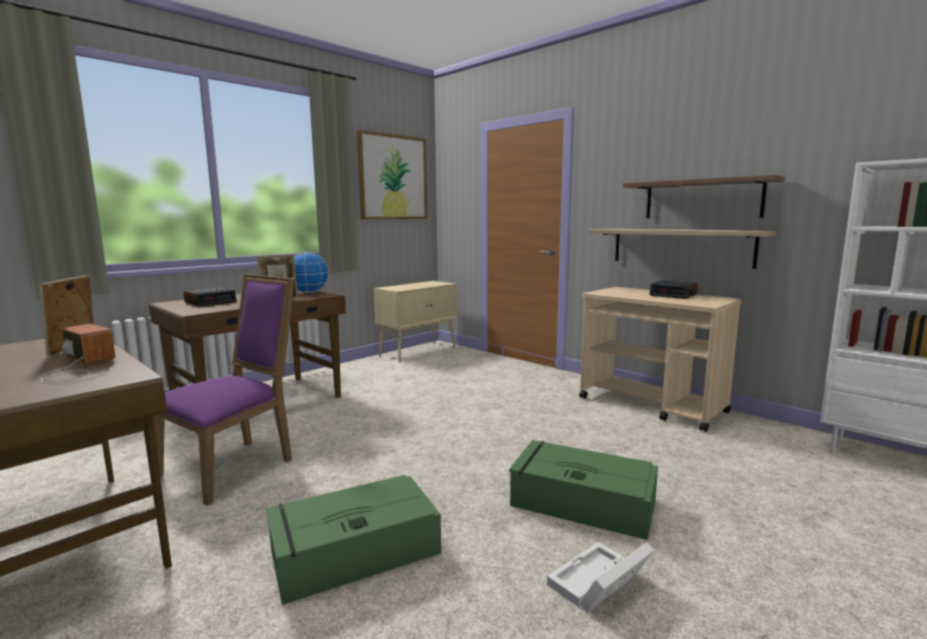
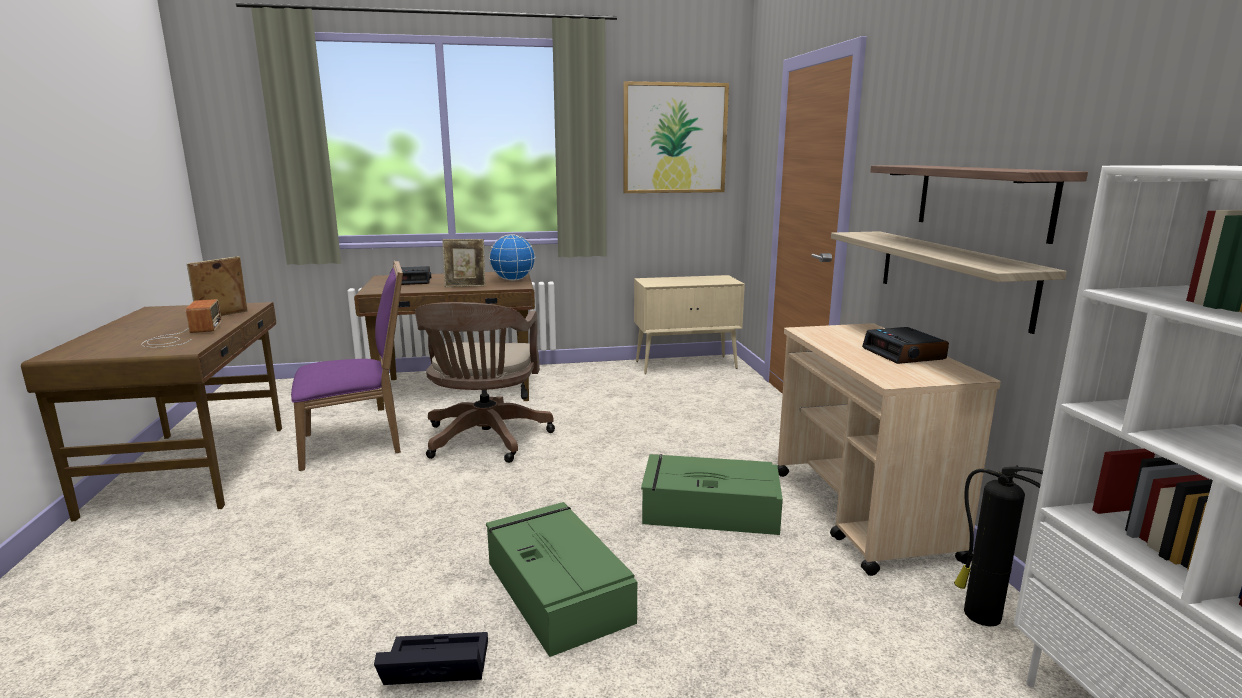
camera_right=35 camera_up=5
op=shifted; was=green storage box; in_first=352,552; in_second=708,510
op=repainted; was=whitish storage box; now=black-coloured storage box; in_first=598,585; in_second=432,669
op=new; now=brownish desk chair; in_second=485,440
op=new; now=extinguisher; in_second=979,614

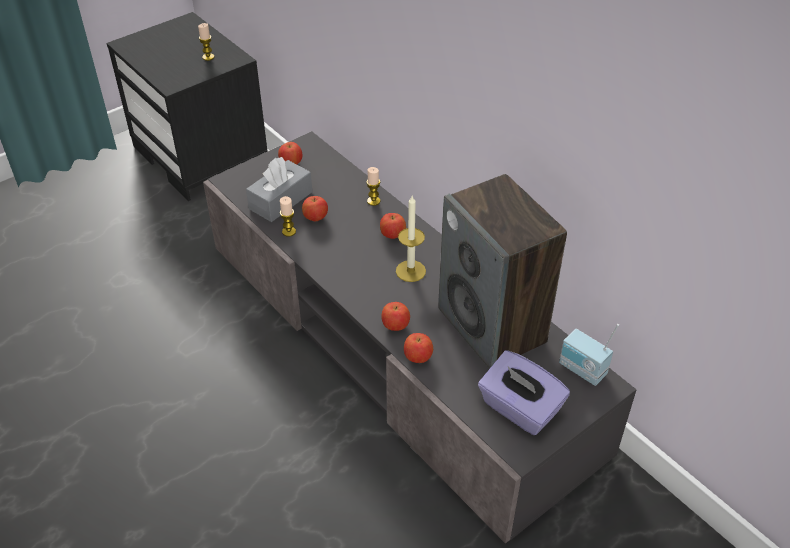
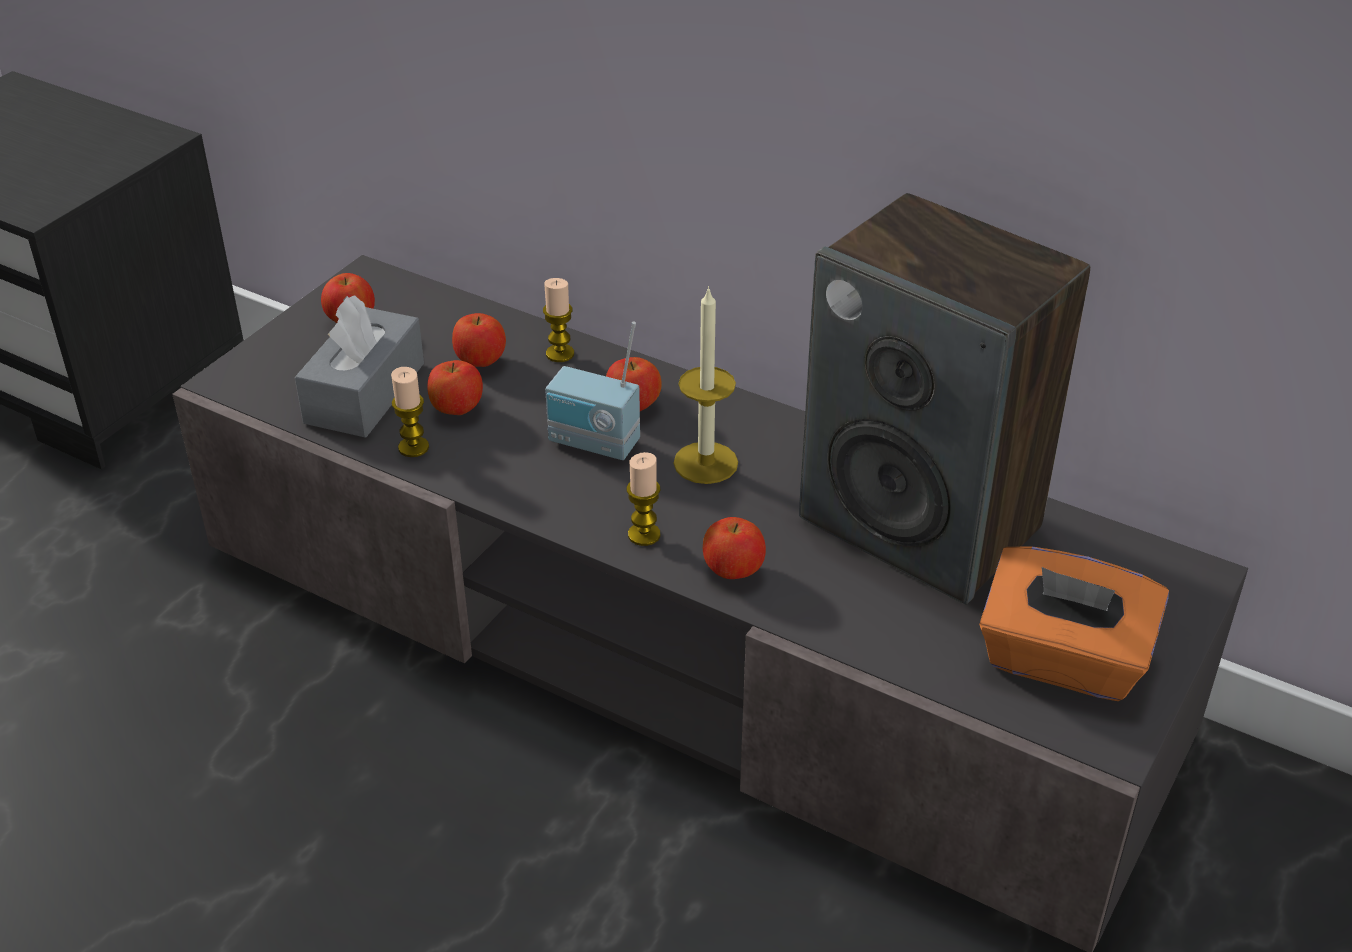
camera_right=-20 camera_up=-5
op=shifted; was=wax light; in_first=208,57; in_second=644,535
op=shifted; was=radio; in_first=581,370; in_second=593,444
op=shifted; was=apple fruit; in_first=418,358; in_second=481,362
op=repainted; was=purplish tissue holder; now=orangey tissue holder; in_first=519,409; in_second=1062,661

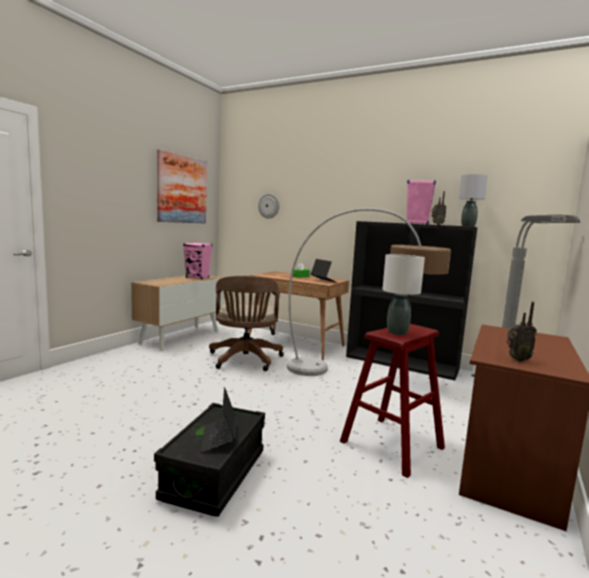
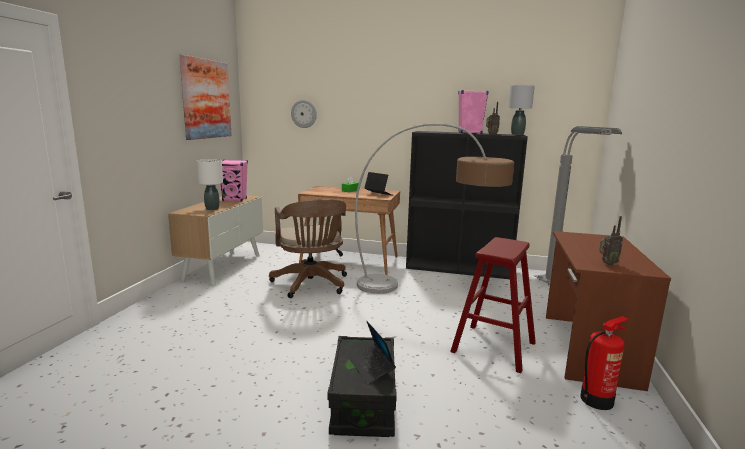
camera_right=-15 camera_up=5
op=shifted; was=whitish lamp for a table; in_first=397,332; in_second=212,209
op=new; now=extinguisher; in_second=597,400

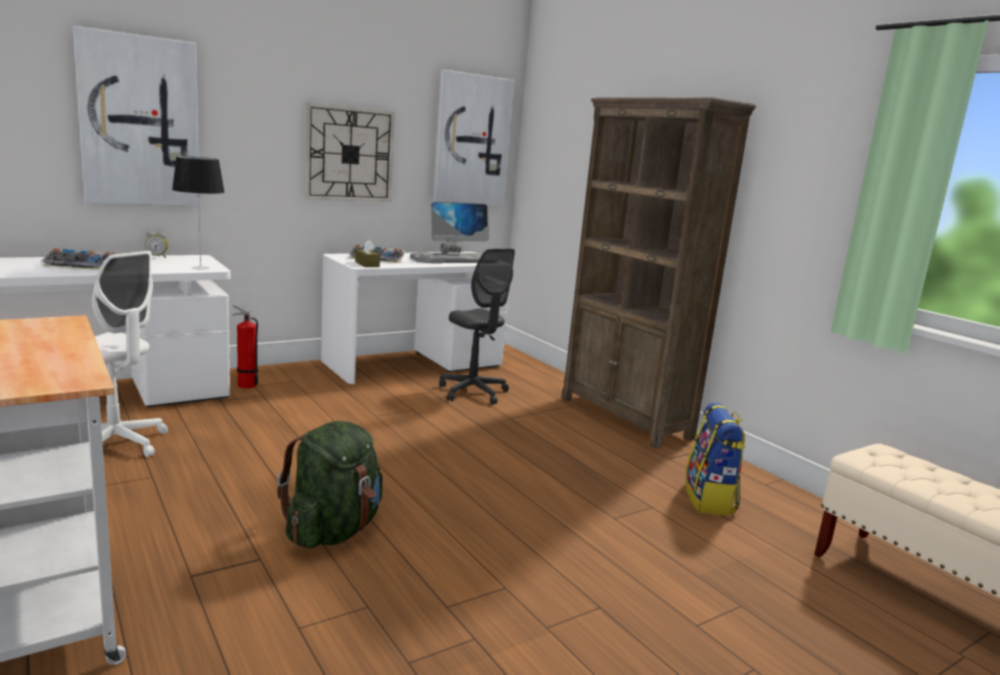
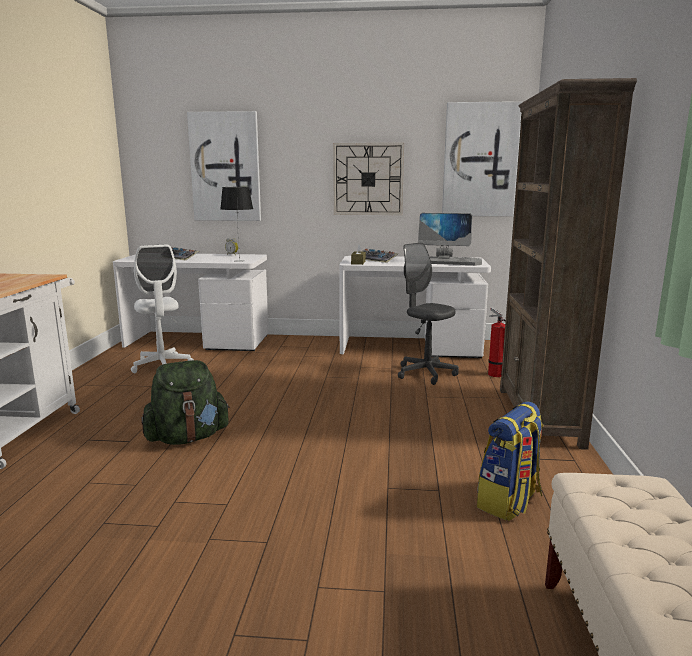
camera_right=40 camera_up=0
op=rotated; was=greyish desk chair; in_first=473,392; in_second=425,373; clockwise=135
op=shifted; was=extinguisher; in_first=245,384; in_second=494,374

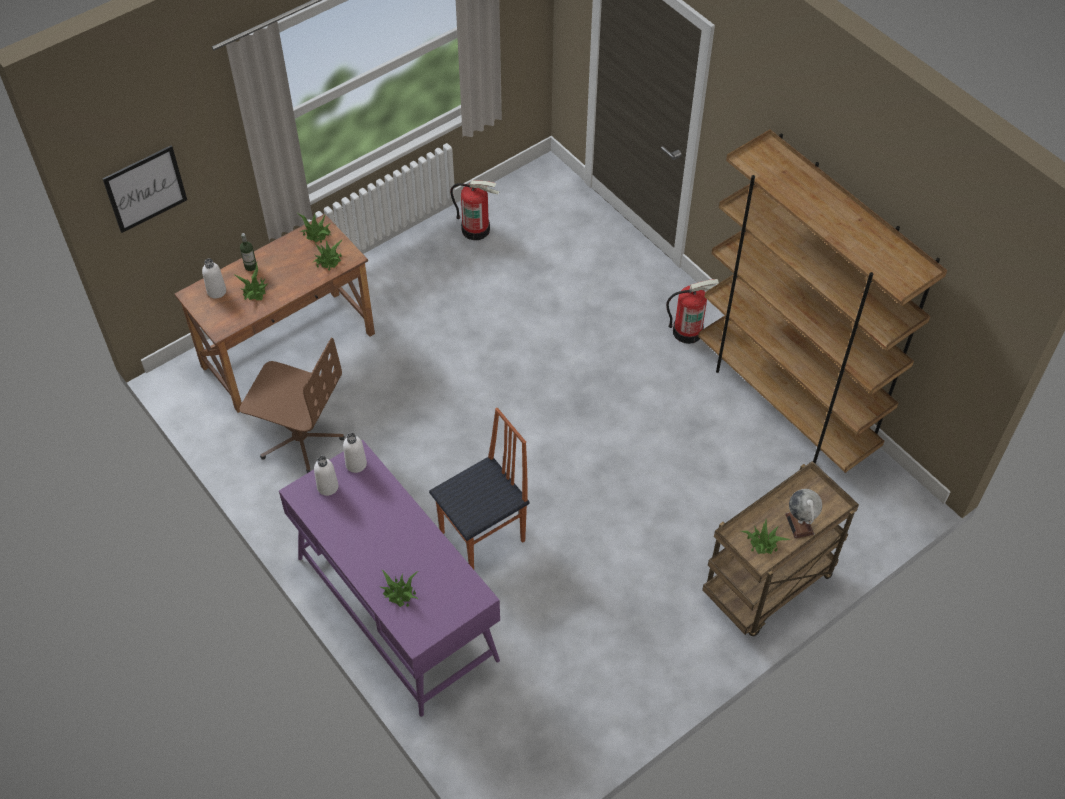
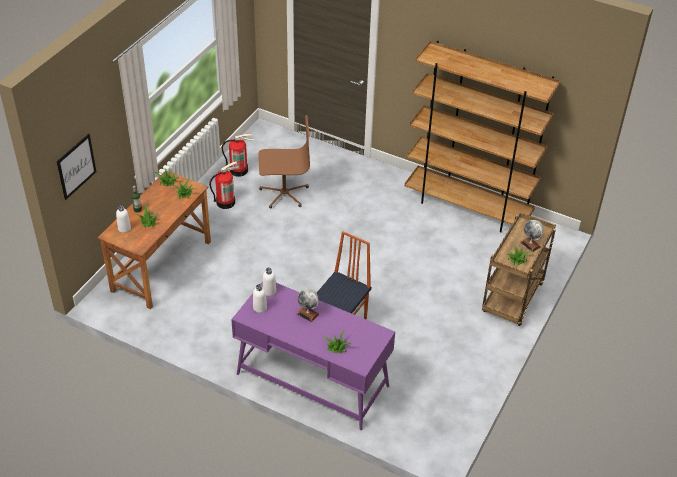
camera_right=-25 camera_up=-10
op=shifted; was=extinguisher; in_first=687,331; in_second=225,202
op=shifted; was=brownish desk chair; in_first=300,437; in_second=284,193
op=new; now=desk globe; in_second=308,314

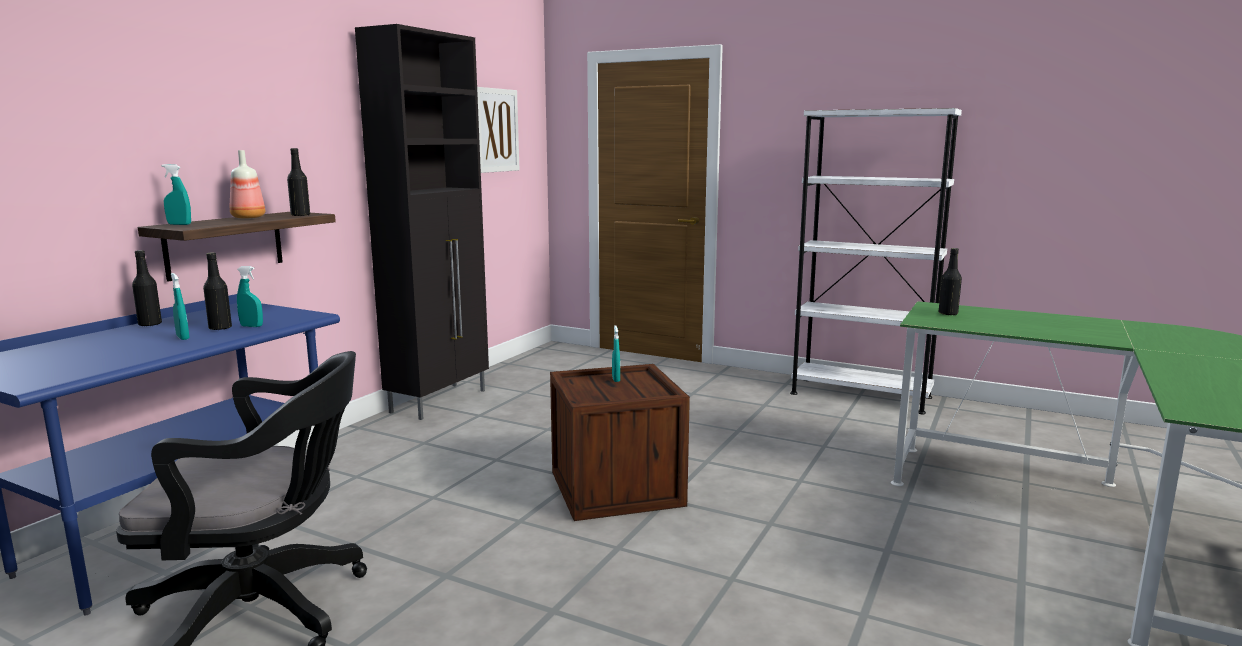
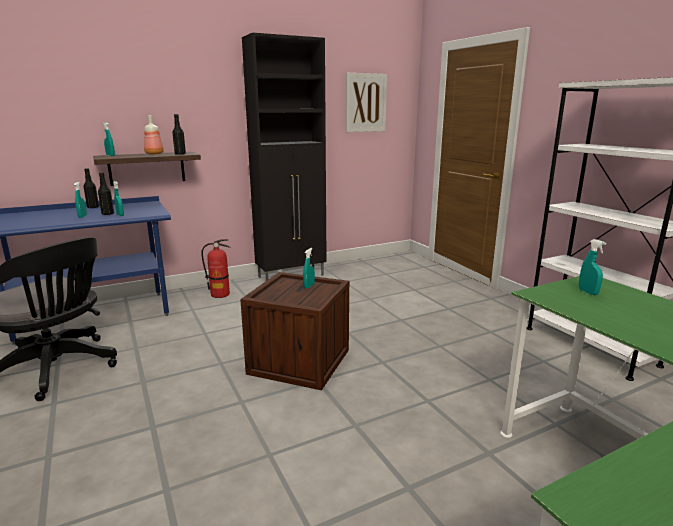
camera_right=35 camera_up=5
op=swapped; was=black-coloured beverage bottle; now=blue-green spray bottle; in_first=948,313; in_second=588,292
op=new; now=extinguisher; in_second=220,294

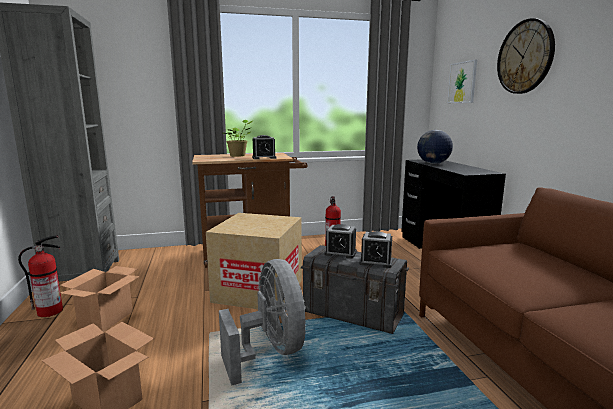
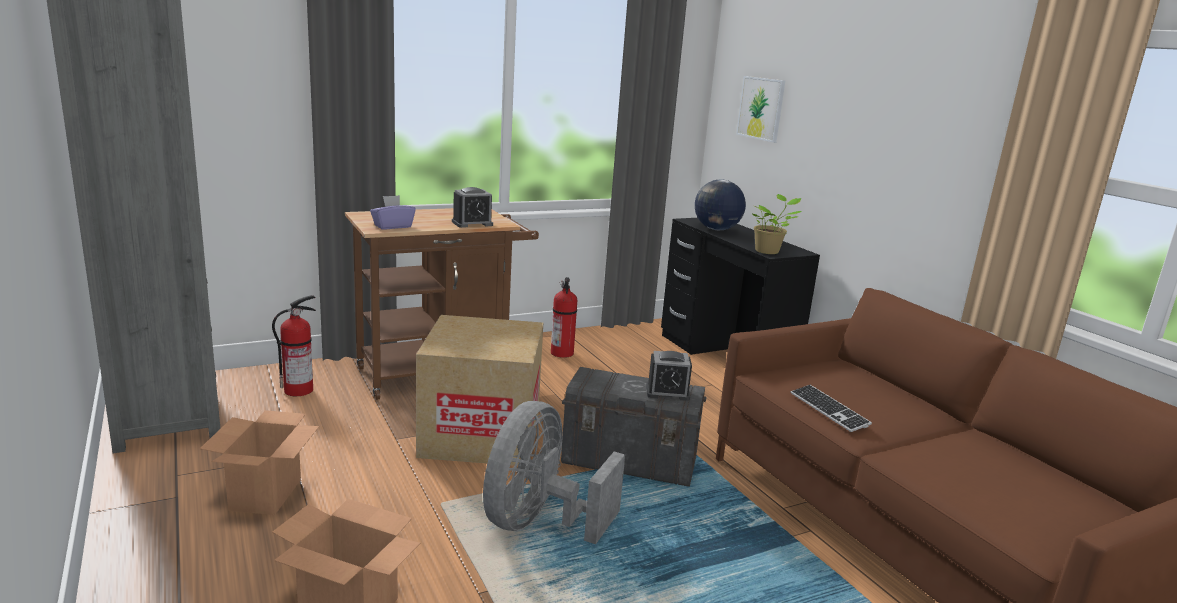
camera_right=-15 camera_up=5
op=gone; was=wall clock; in_first=525,57
op=shifted; was=potted plant; in_first=239,155; in_second=768,251
op=gone; was=bedside clock; in_first=340,253
op=shifted; was=extinguisher; in_first=51,311; in_second=299,390
op=rotated; was=greyish electric fan; in_first=271,351; in_second=539,522; clockwise=-120
op=new; now=purplish tissue holder; in_second=392,226
op=new; now=keyboard; in_second=828,410

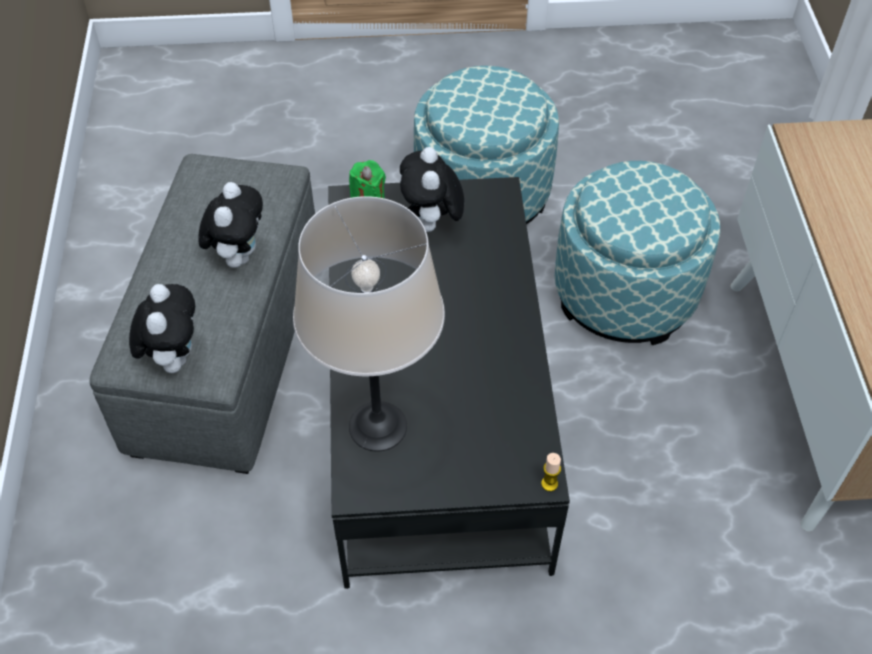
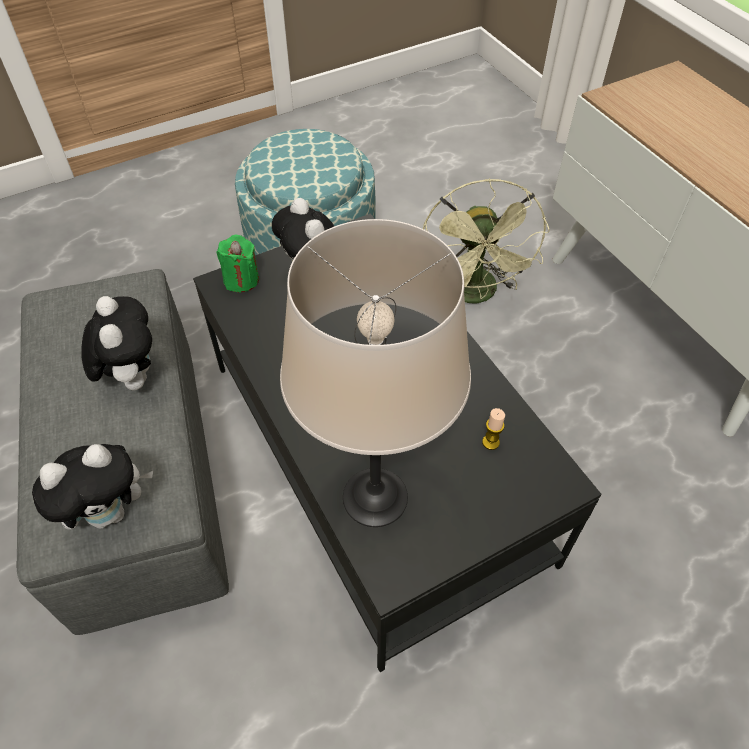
camera_right=-25 camera_up=0
op=swapped; was=footrest; now=green electric fan; in_first=625,292; in_second=475,295
op=rotated; was=soft toy; in_first=173,357; in_second=110,512; clockwise=90
op=shifted; was=wax light; in_first=549,484; in_second=490,442

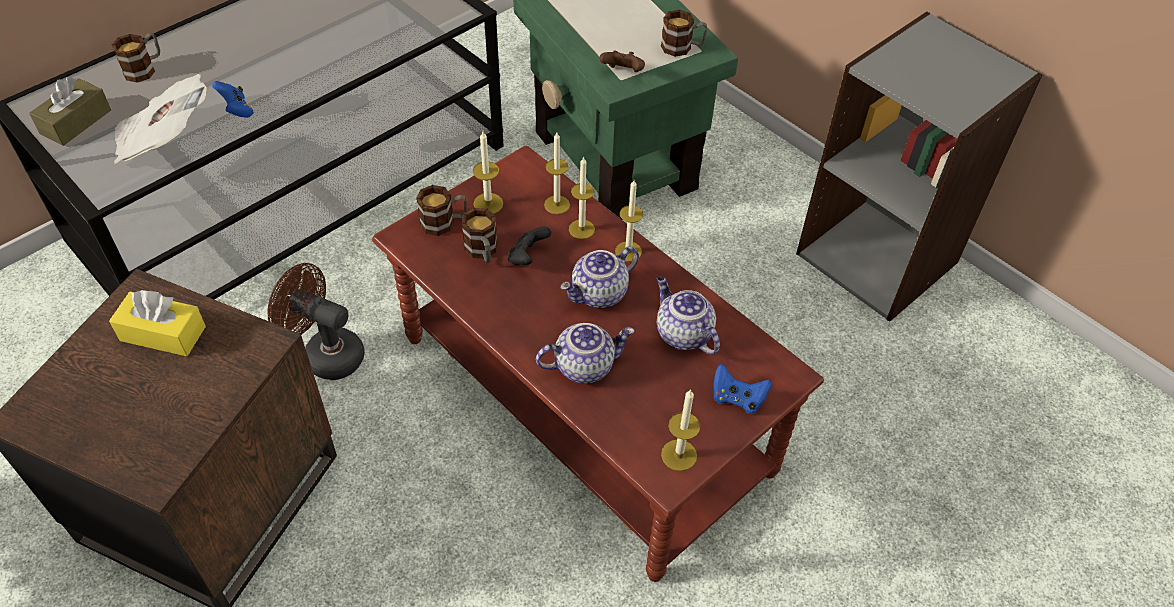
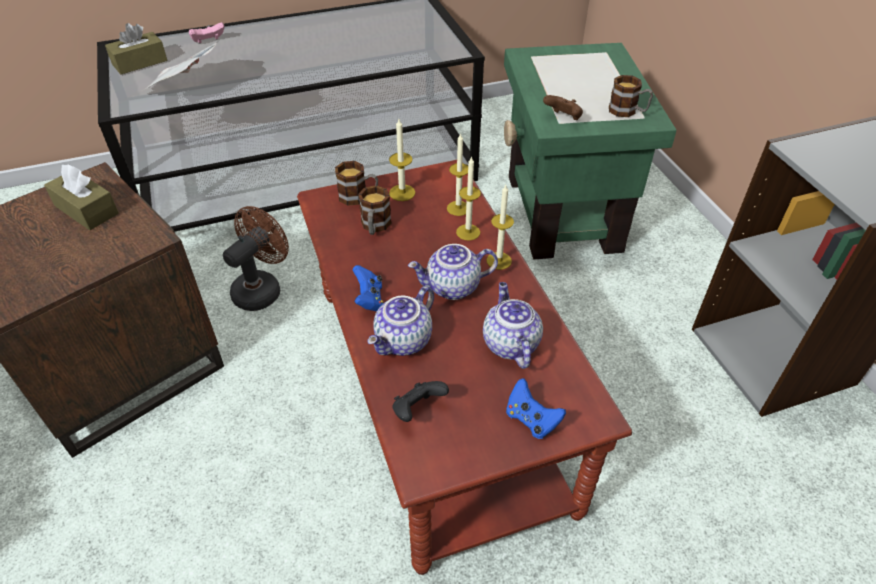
camera_right=25 camera_up=-5
op=swapped; was=tea mug; now=pinkish game controller; in_first=145,68; in_second=209,41
op=shifted; was=blue game controller; in_first=237,110; in_second=369,299
op=shifted; was=black-coloured game controller; in_first=528,257; in_second=417,410
op=rotated; was=brownish electric fan; in_first=326,353; in_second=262,289; clockwise=75
op=repainted; was=yellow-coloured tissue holder; now=brownish tissue holder; in_first=163,333; in_second=86,210
op=rotated; was=tea pot; in_first=584,365; in_second=404,342; clockwise=120
op=gone; was=wax light; in_first=679,455

